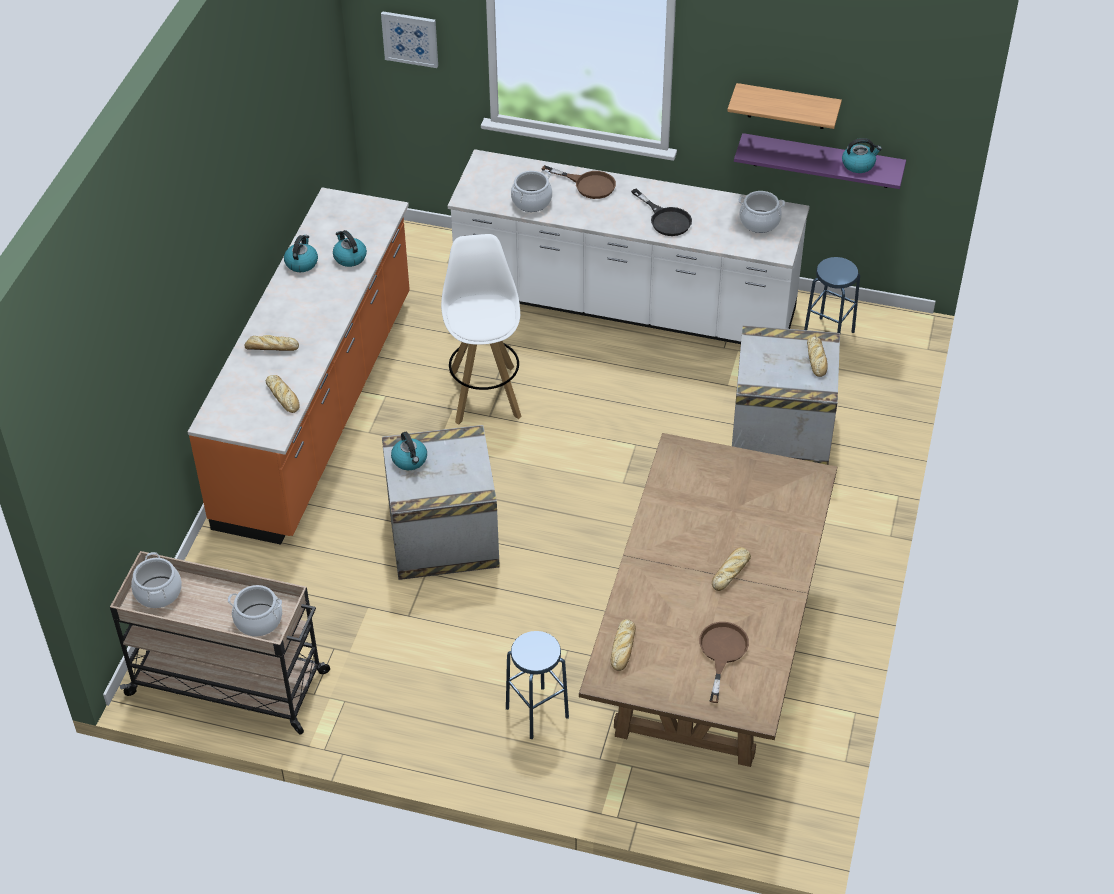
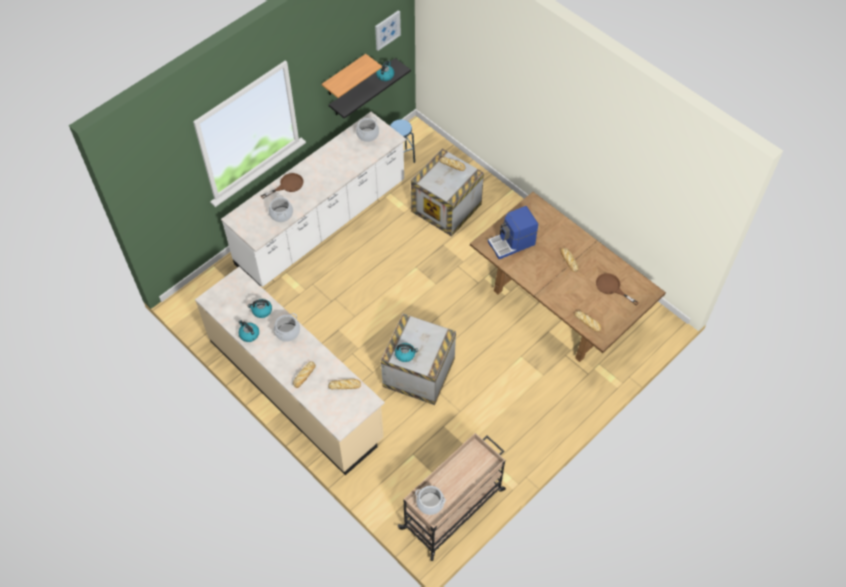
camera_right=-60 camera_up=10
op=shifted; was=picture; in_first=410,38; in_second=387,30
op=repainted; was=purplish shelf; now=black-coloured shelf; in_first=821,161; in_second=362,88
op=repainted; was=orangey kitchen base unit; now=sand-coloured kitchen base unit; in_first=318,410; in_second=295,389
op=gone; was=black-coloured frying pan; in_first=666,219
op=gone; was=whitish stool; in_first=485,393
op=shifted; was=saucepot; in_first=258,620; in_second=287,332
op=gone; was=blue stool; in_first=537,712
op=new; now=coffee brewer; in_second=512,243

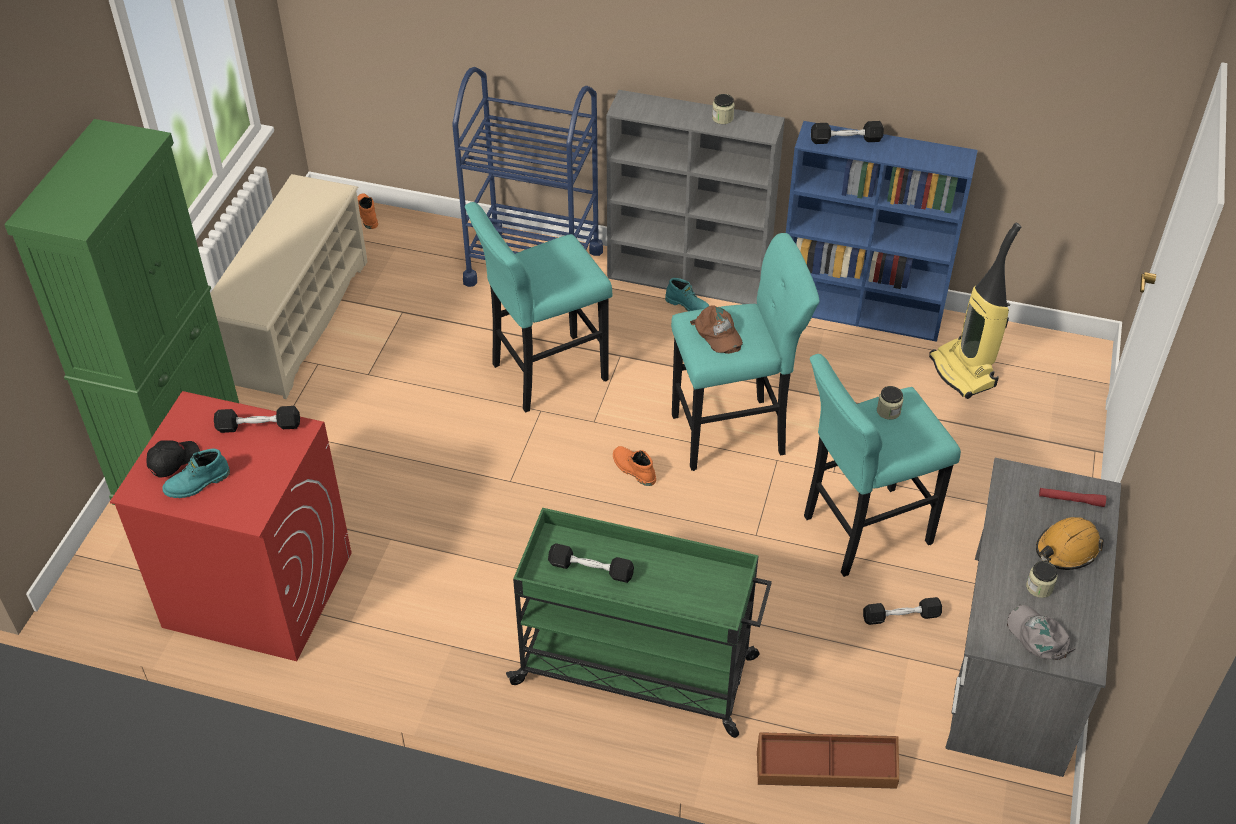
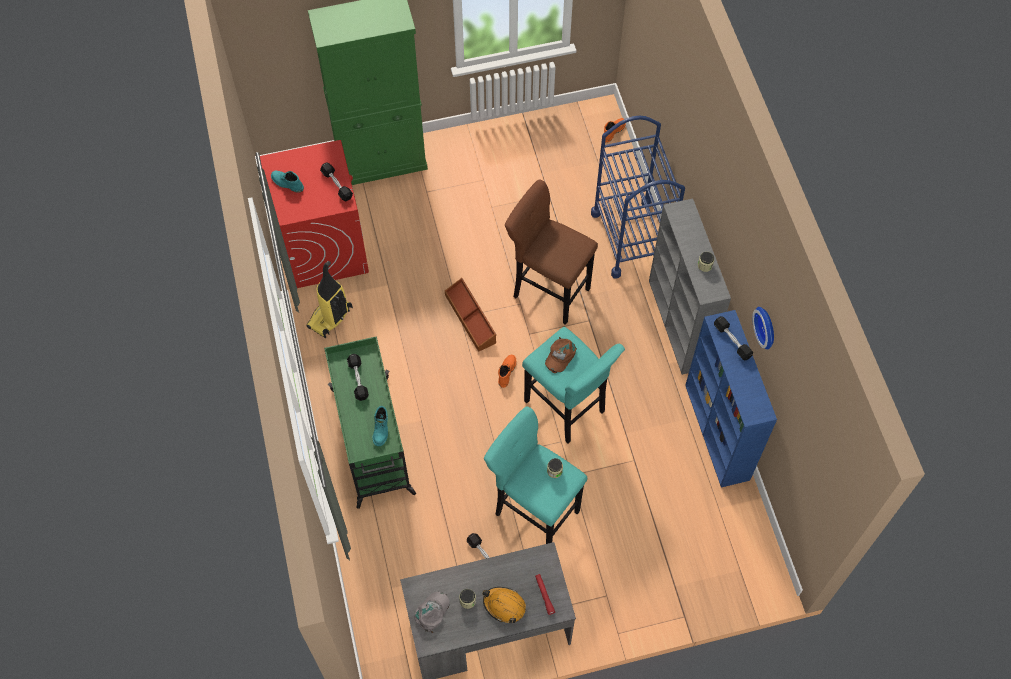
camera_right=60 camera_up=15
op=gone; was=sand-coloured shoe rack; in_first=296,320
op=repainted; was=blue-green stool; now=brownish stool; in_first=544,374; in_second=548,290
op=shifted; was=vacuum cleaner; in_first=964,372; in_second=330,318
op=shifted; was=blue-green high-top boot; in_first=688,305; in_second=381,429
op=gone; was=black-coloured baseball cap; in_first=173,461
op=shifted; was=brownish storage box; in_first=826,768; in_second=471,318
op=new; now=wall clock; in_second=767,327

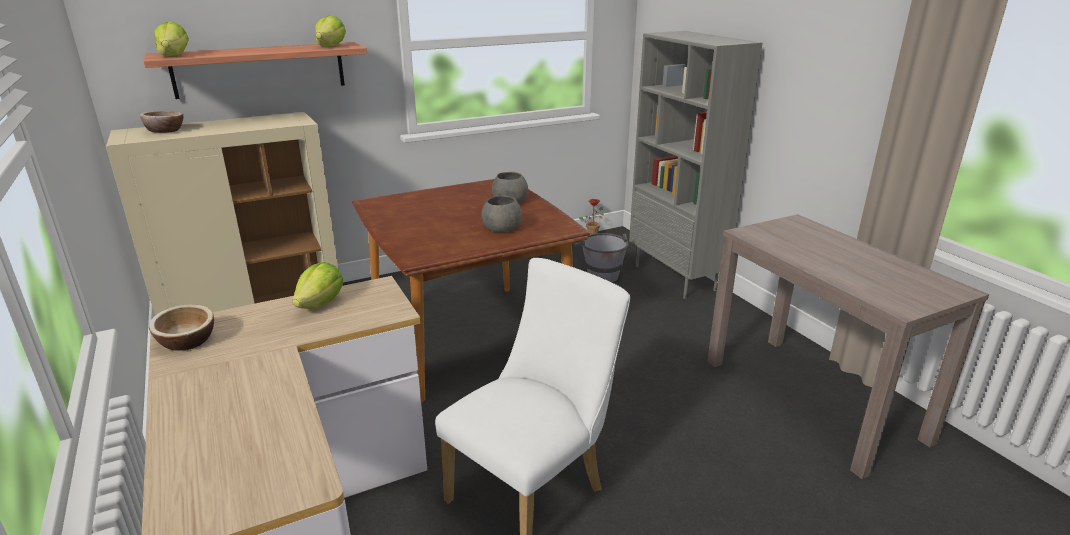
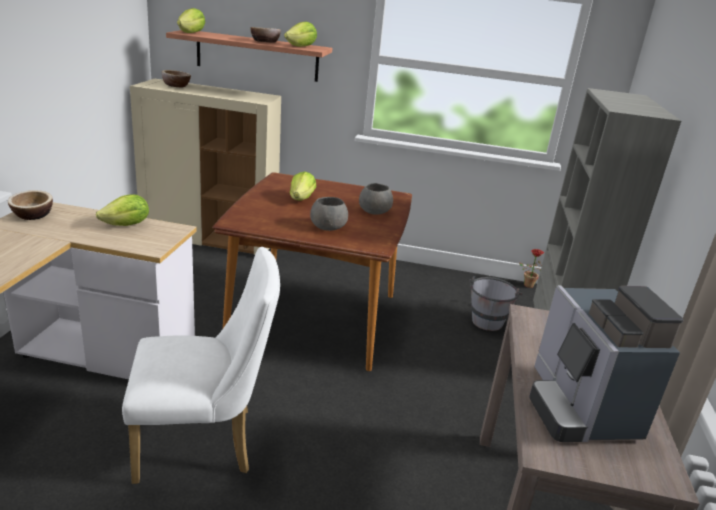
camera_right=35 camera_up=0
op=new; now=serving bowl; in_second=265,42
op=new; now=lettuce head; in_second=301,199
op=new; now=coffee brewer; in_second=579,407

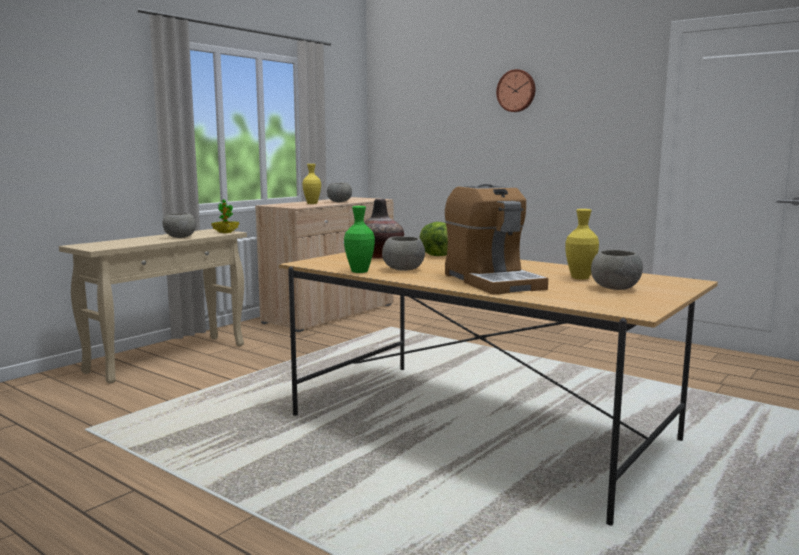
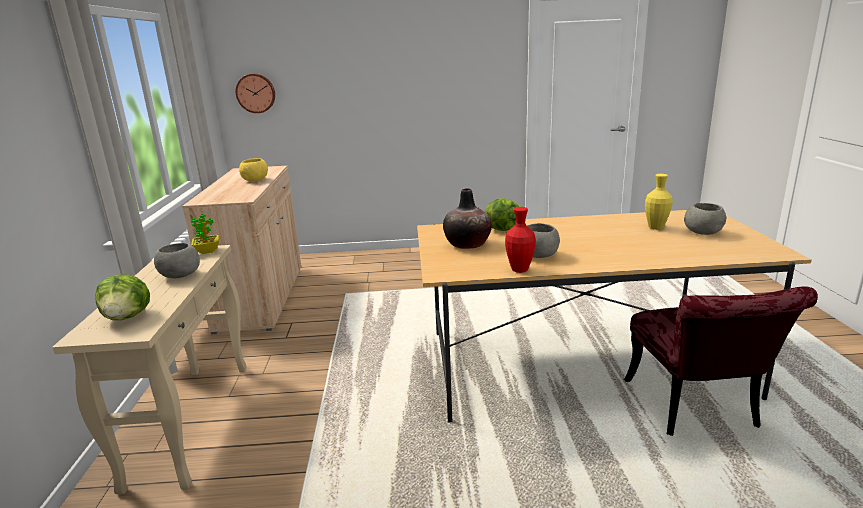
camera_right=-40 camera_up=10
op=shifted; was=wall clock; in_first=516,91; in_second=256,93
op=gone; was=yellow-coloured vase; in_first=312,203
op=repainted; was=greyish serving bowl; now=yellow-coloured serving bowl; in_first=339,202; in_second=255,180
op=gone; was=coffee brewer; in_first=492,281
op=repainted; was=green vase; now=red vase; in_first=359,272; in_second=519,270
op=new; now=lettuce head; in_second=128,317
op=new; now=red upright chair; in_second=696,411

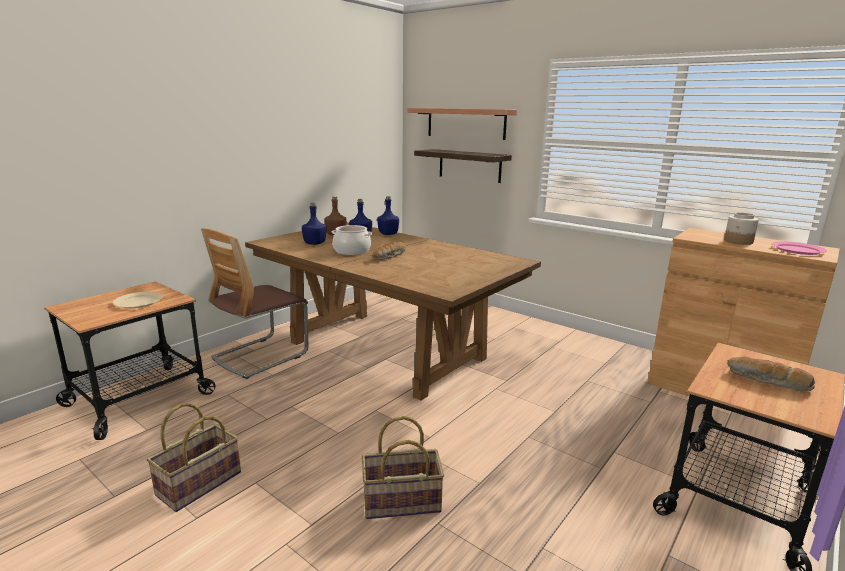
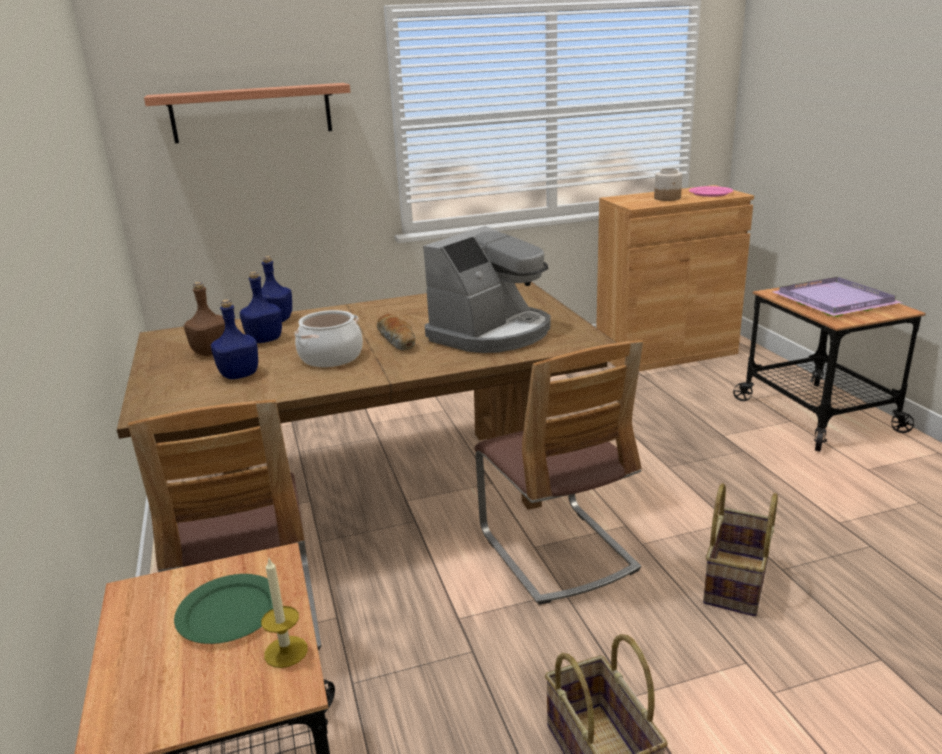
camera_right=-55 camera_up=5
op=gone; was=shelf; in_first=469,165
op=repainted; was=sand-coloured flat dish; now=green flat dish; in_first=138,302; in_second=228,612
op=swapped; was=baked bread; now=purplish serving tray; in_first=767,381; in_second=834,301
op=new; now=coffee brewer; in_second=491,333
op=new; now=upright chair; in_second=557,550
op=new; now=wax light; in_second=286,651

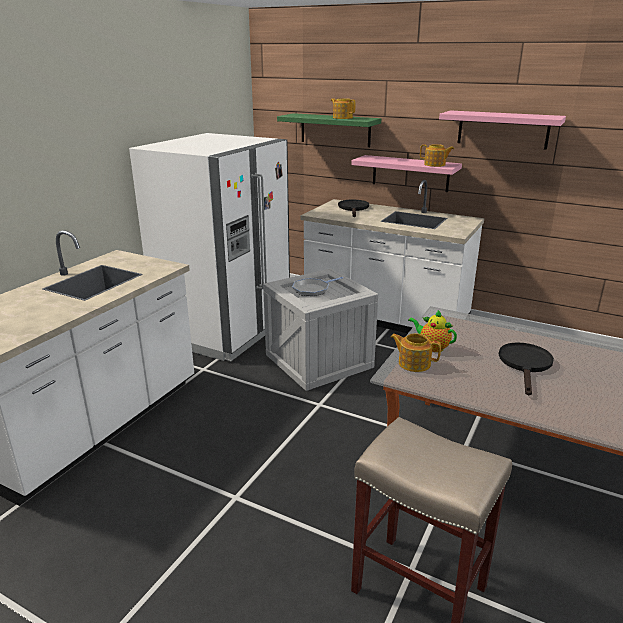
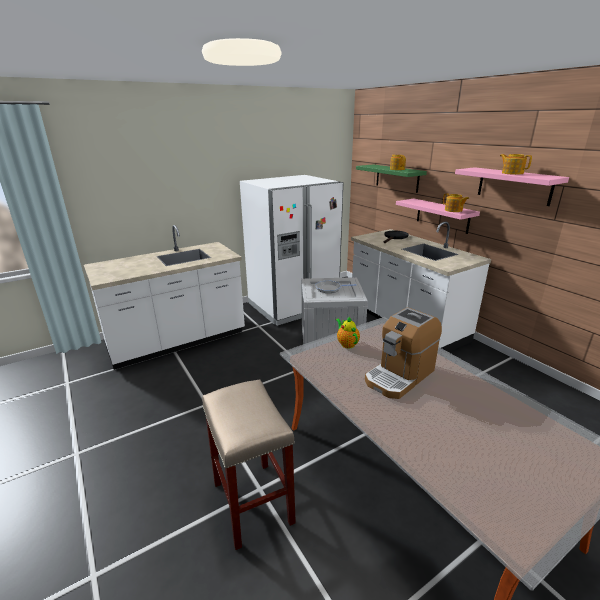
camera_right=30 camera_up=0
op=shifted; was=tea pot; in_first=413,363; in_second=512,173
op=swapped; was=black-coloured frying pan; now=coffee brewer; in_first=525,365; in_second=399,375

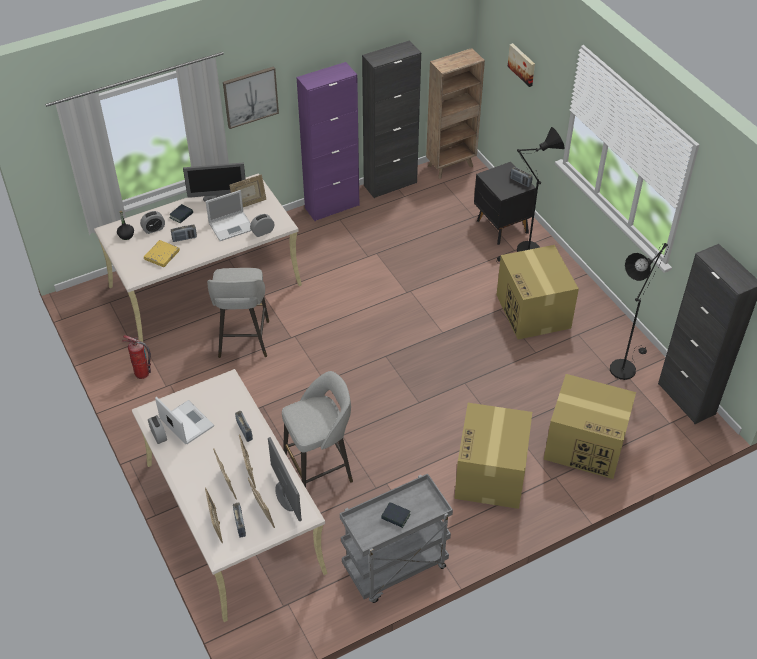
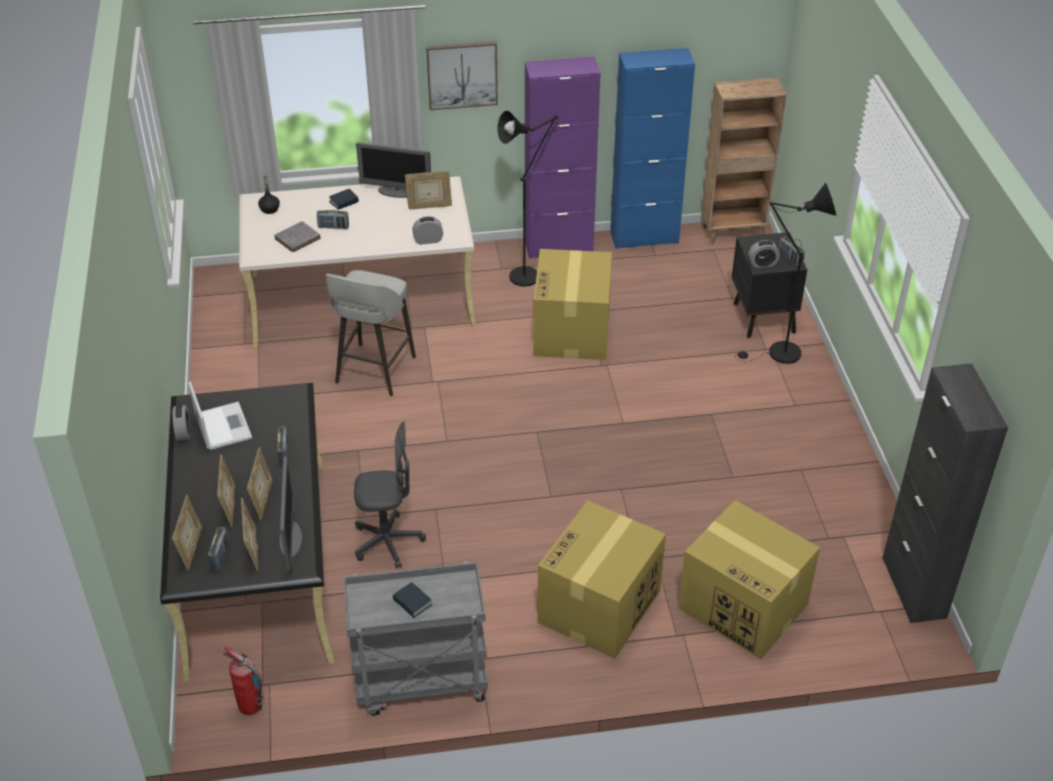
camera_right=20 camera_up=-5
op=repainted; was=black-coloured storage cabinet; now=blue storage cabinet; in_first=390,184; in_second=644,237
op=gone; was=picture; in_first=522,64
op=gone; was=notebook computer; in_first=232,226
op=shifted; was=bedside clock; in_first=154,229; in_second=762,264
op=repainted; was=yellow-coloured volume; now=greyish volume; in_first=162,255; in_second=297,239
op=shifted; was=black-coloured floor lamp; in_first=624,366; in_second=529,274
op=shifted; was=carton; in_first=533,312; in_second=572,332
op=shifted; was=extinguisher; in_first=142,373; in_second=250,706
op=repainted; was=sand-coloured desk; now=black-coloured desk; in_first=233,516; in_second=258,564
op=swapped; was=greyish stool; now=greyish desk chair; in_first=320,470; in_second=387,542

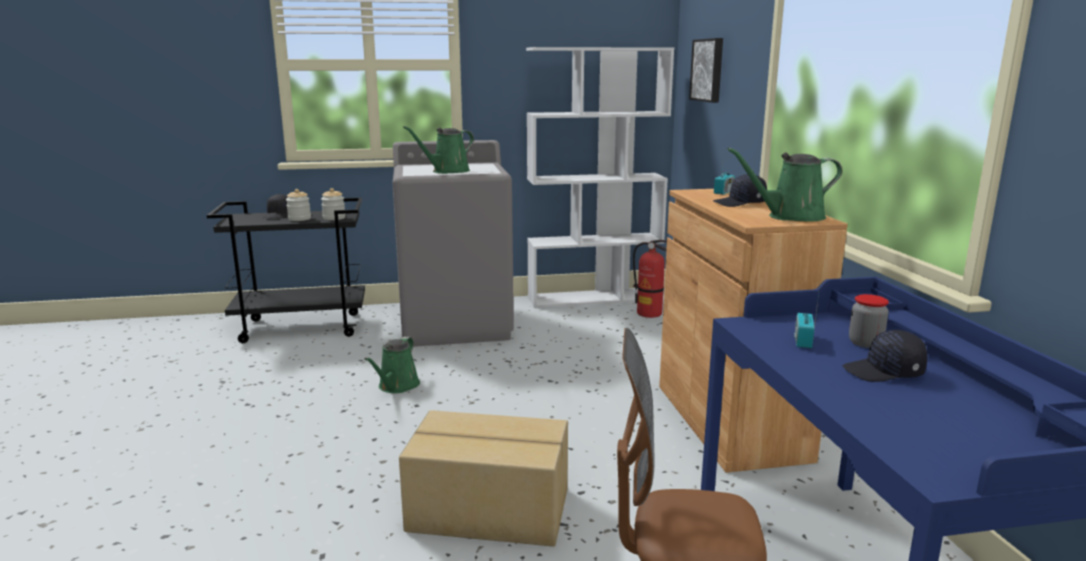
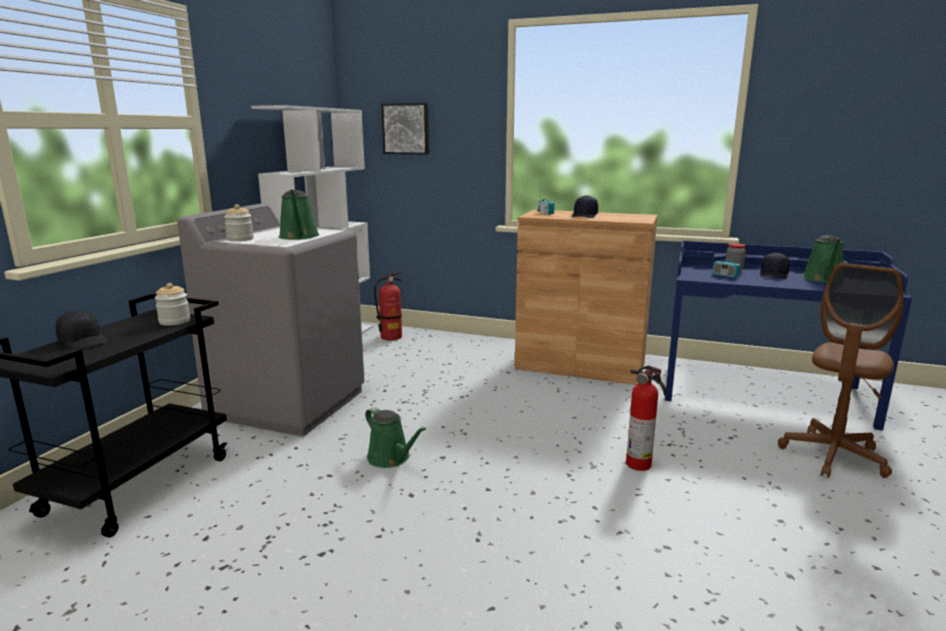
camera_right=-60 camera_up=0
op=shifted; was=green watering can; in_first=790,217; in_second=824,279
op=shifted; was=storage jar; in_first=299,219; in_second=240,239
op=swapped; was=carton; now=extinguisher; in_first=489,511; in_second=640,464

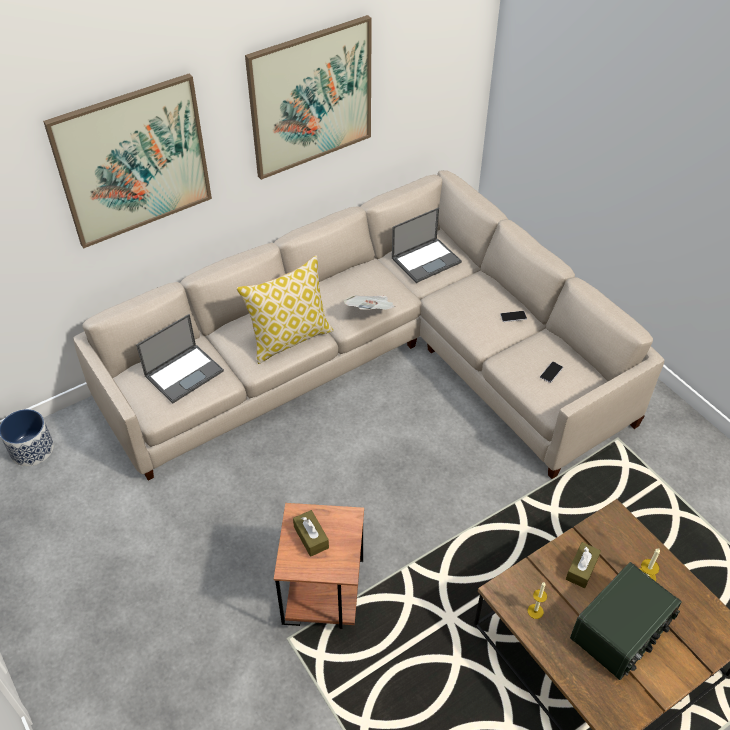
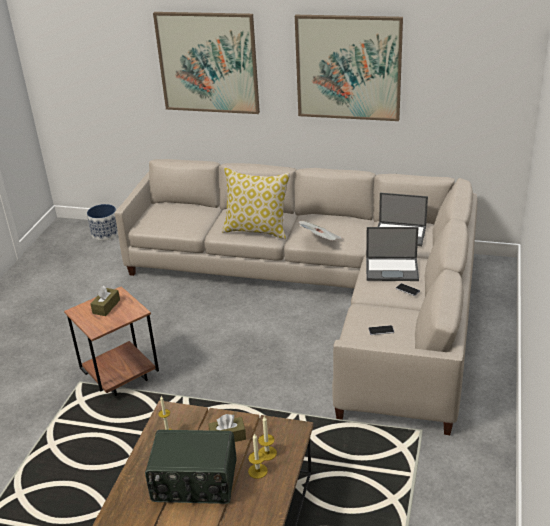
camera_right=50 camera_up=-15
op=shifted; was=notebook computer; in_first=184,373; in_second=392,269
op=new; now=wax light; in_second=267,453

